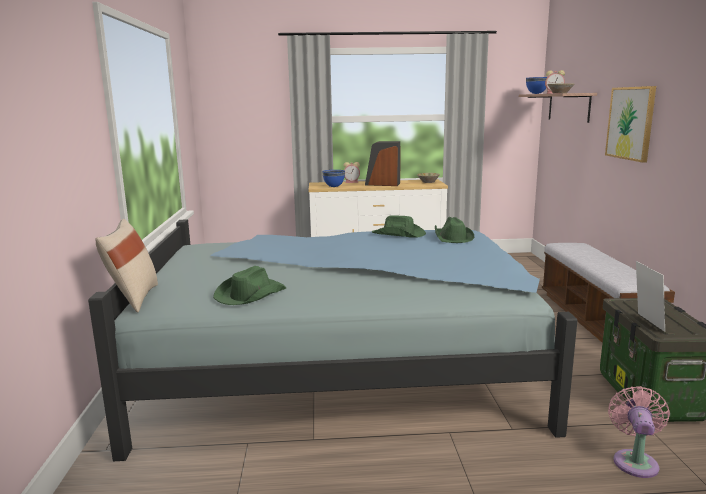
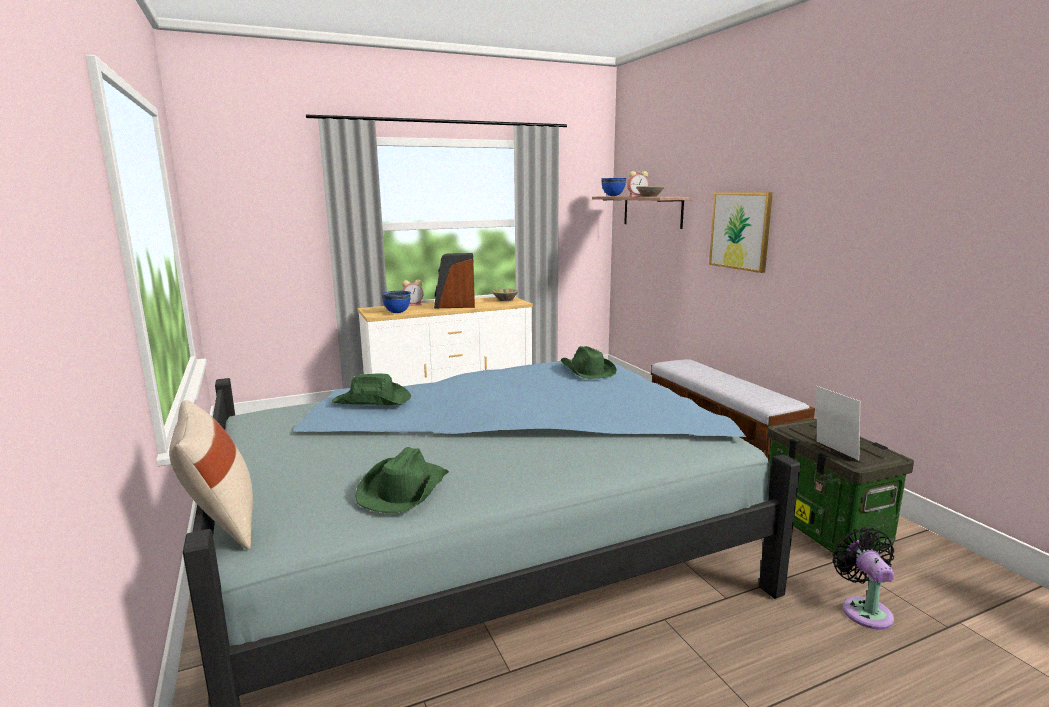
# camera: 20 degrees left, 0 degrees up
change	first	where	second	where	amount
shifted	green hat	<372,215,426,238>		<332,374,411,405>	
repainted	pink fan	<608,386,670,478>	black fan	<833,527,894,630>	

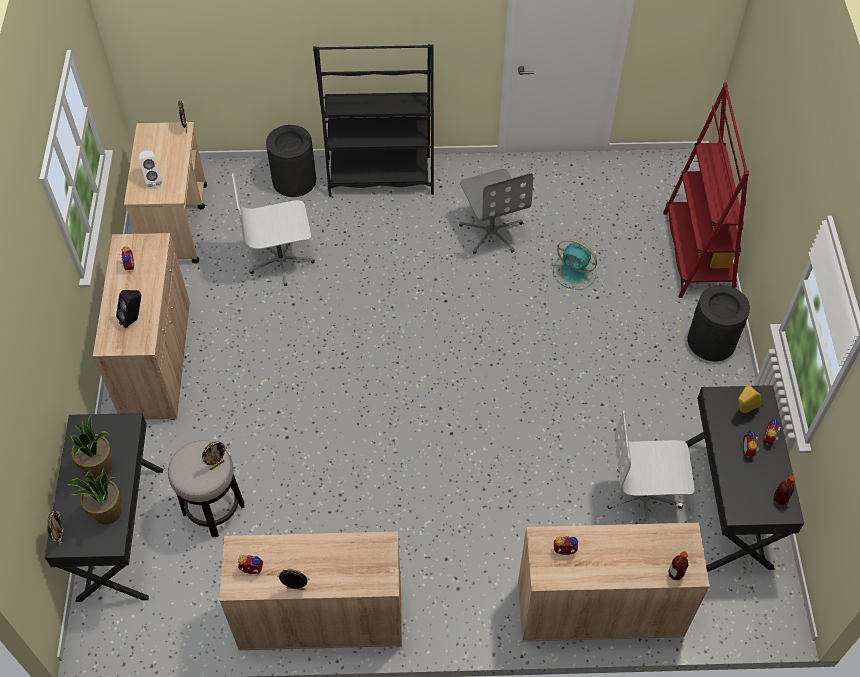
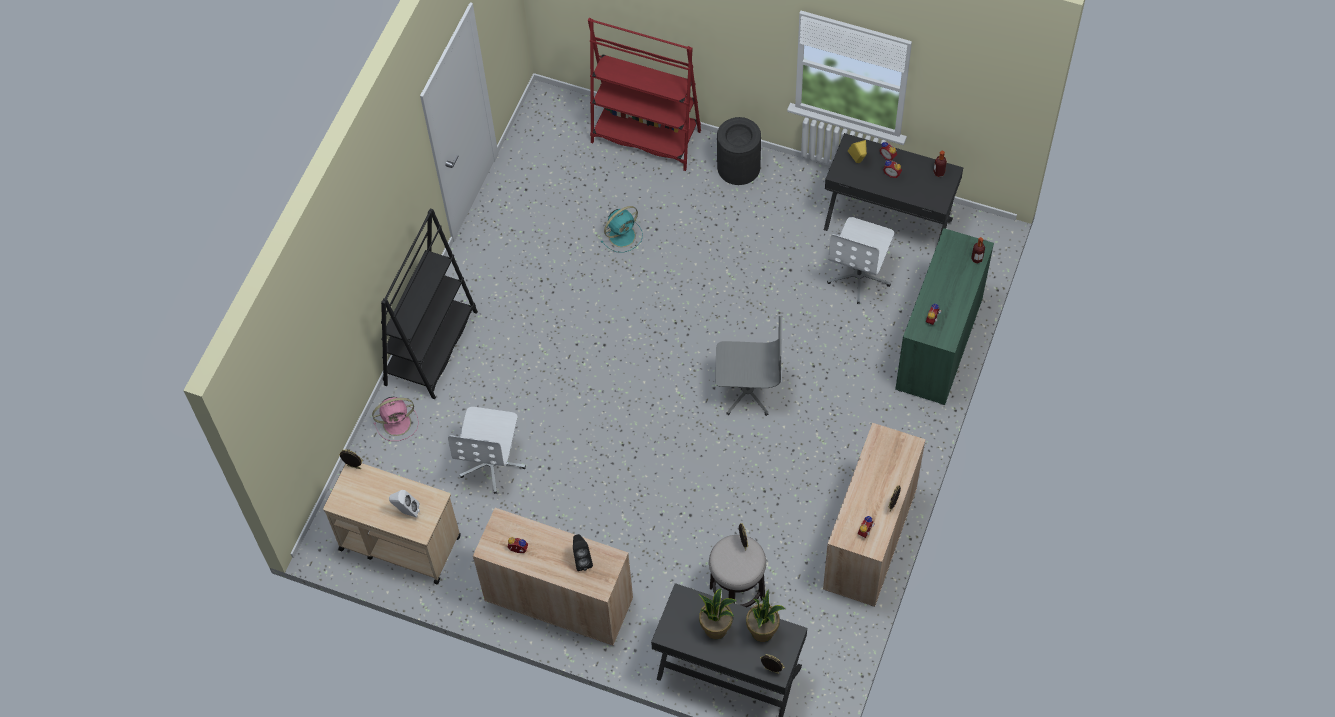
# camera: 65 degrees left, 5 degrees up
change	first	where	second	where	amount
swapped	black trash can	<266,125,316,197>	pink fan	<372,397,419,441>	
shifted	grey office chair	<459,169,533,254>		<715,316,781,416>	
repainted	beige cabinet	<518,523,710,642>	green cabinet	<895,228,994,405>	

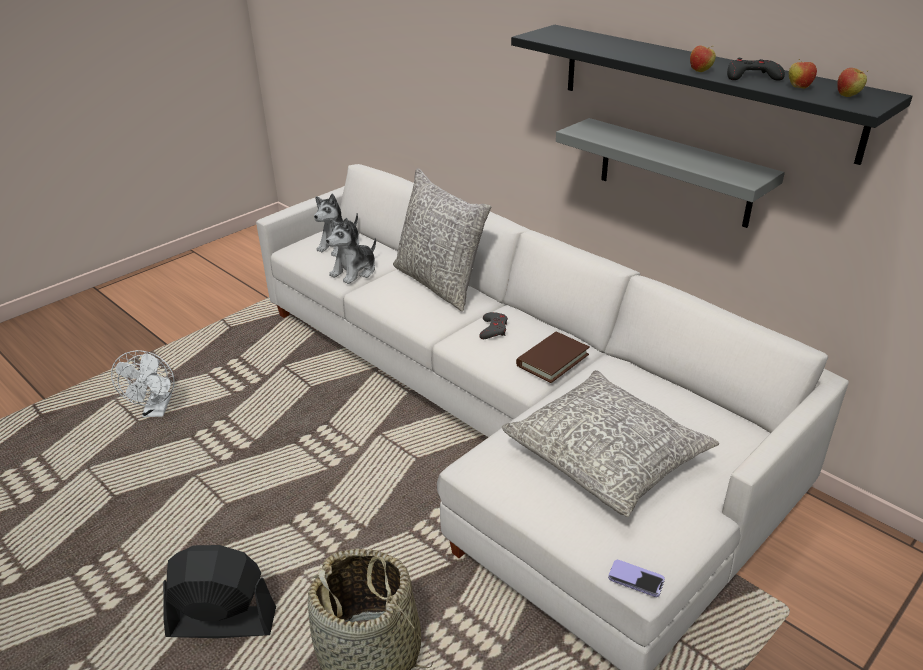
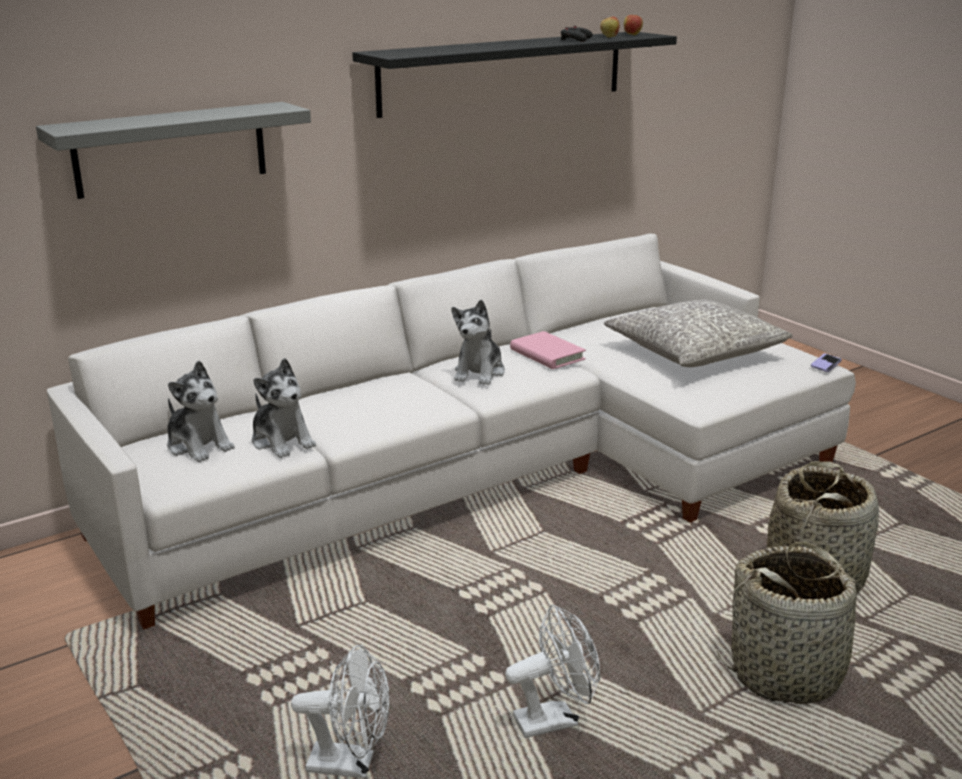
# camera: 80 degrees left, 10 degrees down
change	first	where	second	where	amount
swapped	black fan	<163,545,276,638>	basket	<716,541,880,704>	
gone	grey pillow	<393,168,491,311>			
swapped	grey game controller	<479,312,508,339>	plush toy	<451,299,505,385>	
repainted	brown book	<516,332,590,383>	pink book	<510,331,586,369>	
shifted	grey shelf	<556,118,785,228>		<36,102,311,199>	
gone	apple	<690,45,716,72>			
new			white fan	<505,605,600,738>	

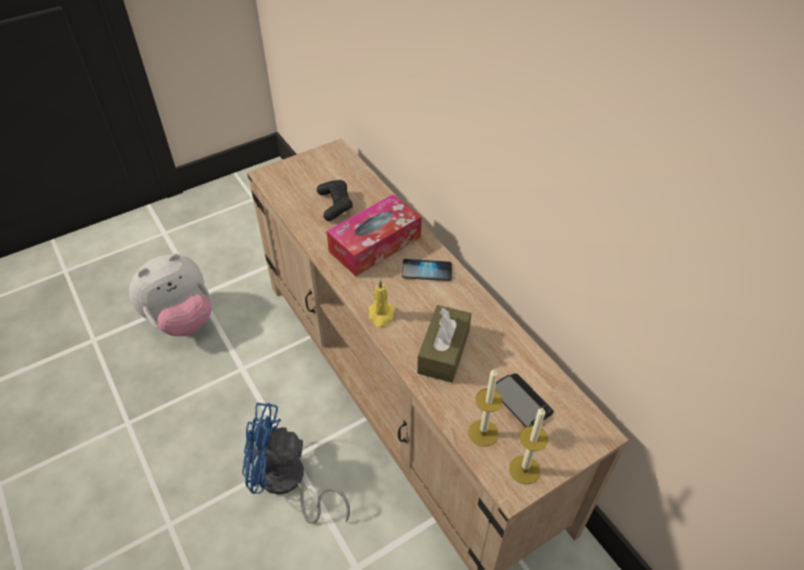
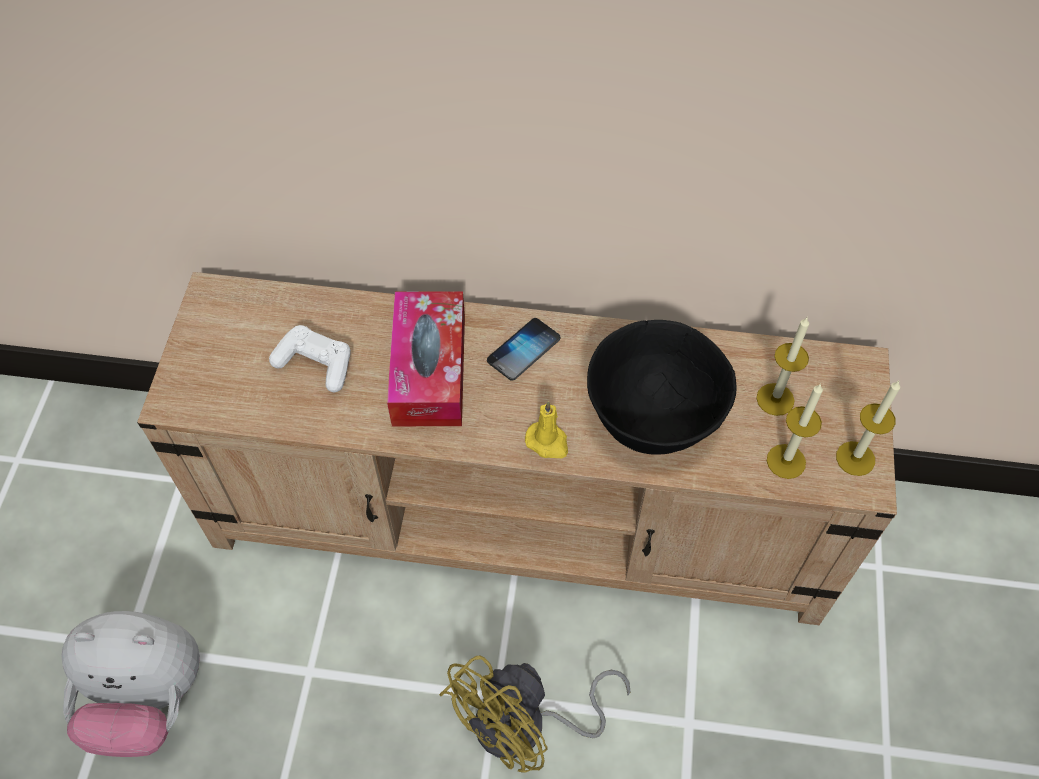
# camera: 50 degrees left, 10 degrees up
change	first	where	second	where	amount
rotated	plush toy	<129,253,212,336>		<61,611,200,757>	90 degrees clockwise
repainted	blue fan	<242,403,350,524>	yellow fan	<439,656,631,773>	
repainted	black game controller	<317,180,353,221>	white game controller	<269,325,351,392>	
swapped	brown tissue box	<417,305,471,383>	black bowl	<587,320,736,455>	
swapped	phone	<495,373,554,427>	candle	<756,318,809,416>	

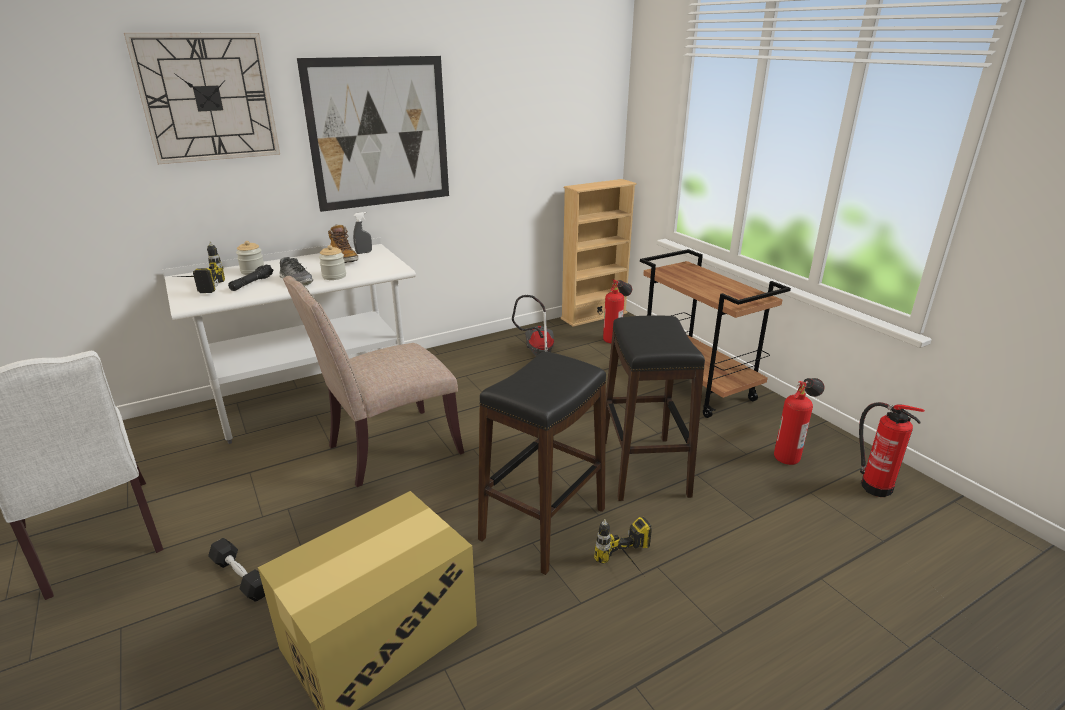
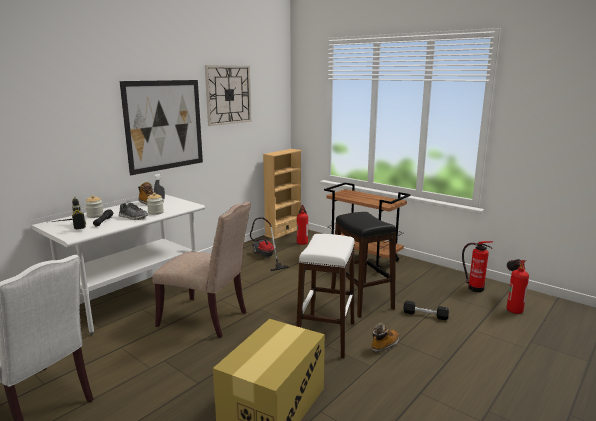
# camera: 20 degrees left, 10 degrees down
change	first	where	second	where	amount
shifted	wall clock	<124,33,280,164>		<205,65,251,126>	
shifted	black dumbbell	<208,538,265,602>		<403,301,449,320>	
rotated	beige chair	<283,276,464,487>		<152,201,251,338>	105 degrees counterclockwise
repainted	black stool	<478,351,606,575>	white stool	<296,234,355,358>	
swapped	power drill	<594,517,652,573>	boot	<371,323,399,353>	
shifted	fire extinguisher	<774,378,824,465>		<507,259,529,314>	

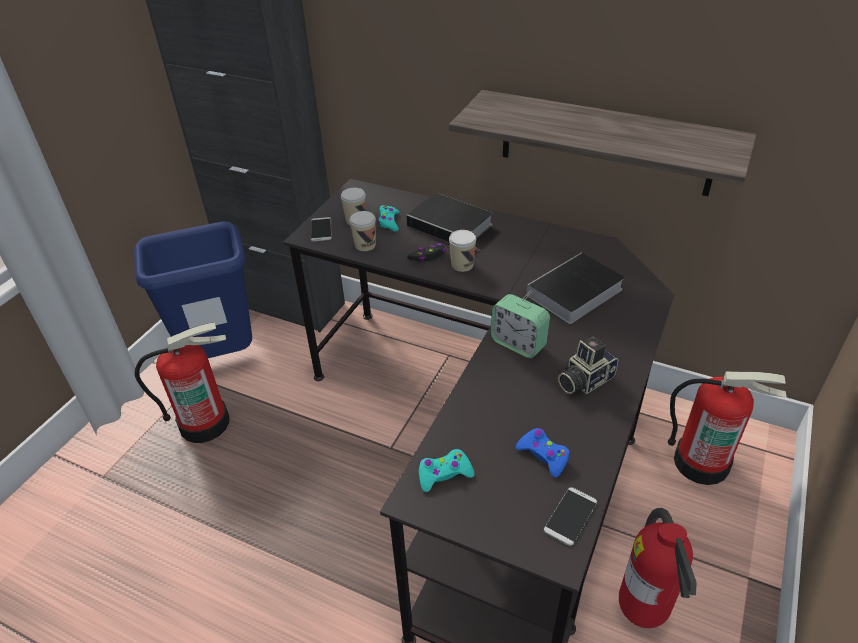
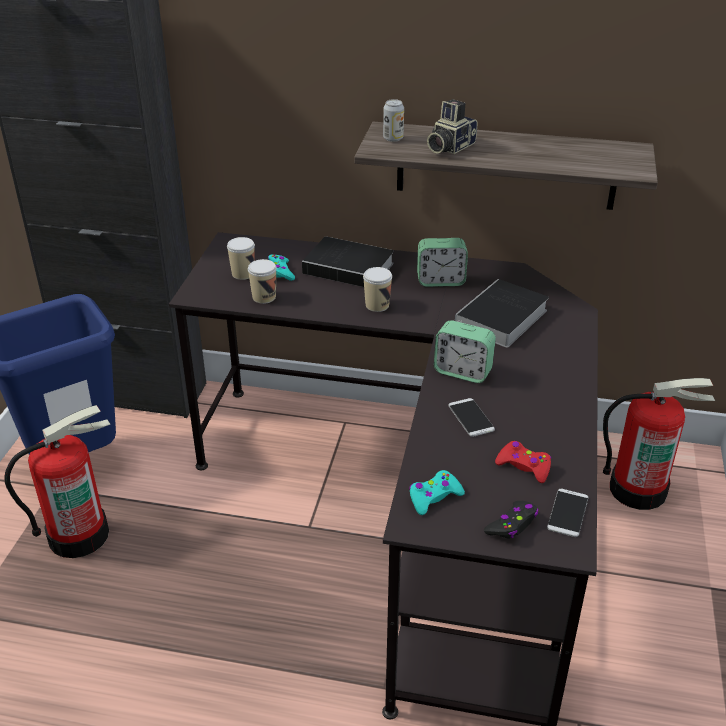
# camera: 15 degrees left, 5 degrees down
change	first	where	second	where	amount
shifted	phone	<311,217,332,242>		<449,398,495,437>	
shifted	black game controller	<407,243,446,262>		<484,501,538,539>	
repainted	blue game controller	<516,428,570,478>	red game controller	<495,441,551,483>	
shifted	photo camera	<558,336,618,394>		<427,99,477,154>	
gone	fire extinguisher	<619,508,697,628>			
new			can	<383,99,404,142>	
new			alarm clock	<417,238,468,287>	

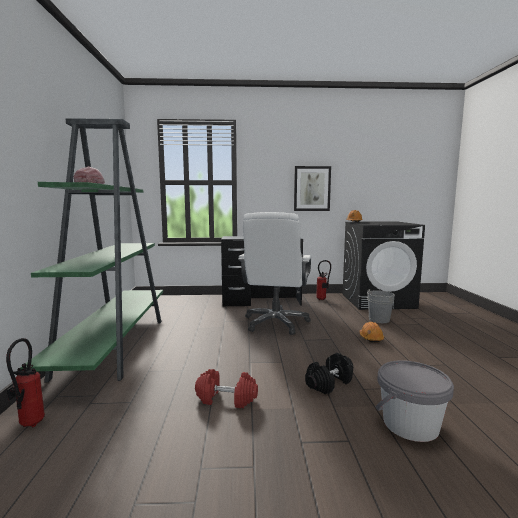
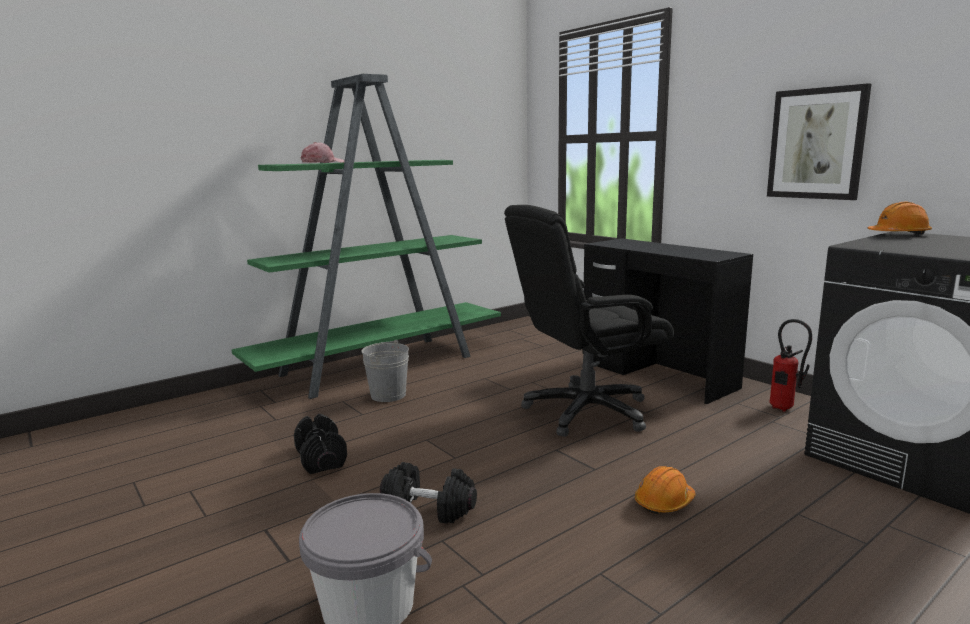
# camera: 55 degrees right, 5 degrees up
change	first	where	second	where	amount
gone	fire extinguisher	<6,338,45,427>			
repainted	red dumbbell	<195,369,258,408>	black dumbbell	<294,414,347,474>	
repainted	white office chair	<238,212,311,335>	black office chair	<504,205,674,437>	
shifted	grey bucket	<367,289,395,323>		<361,340,409,402>	

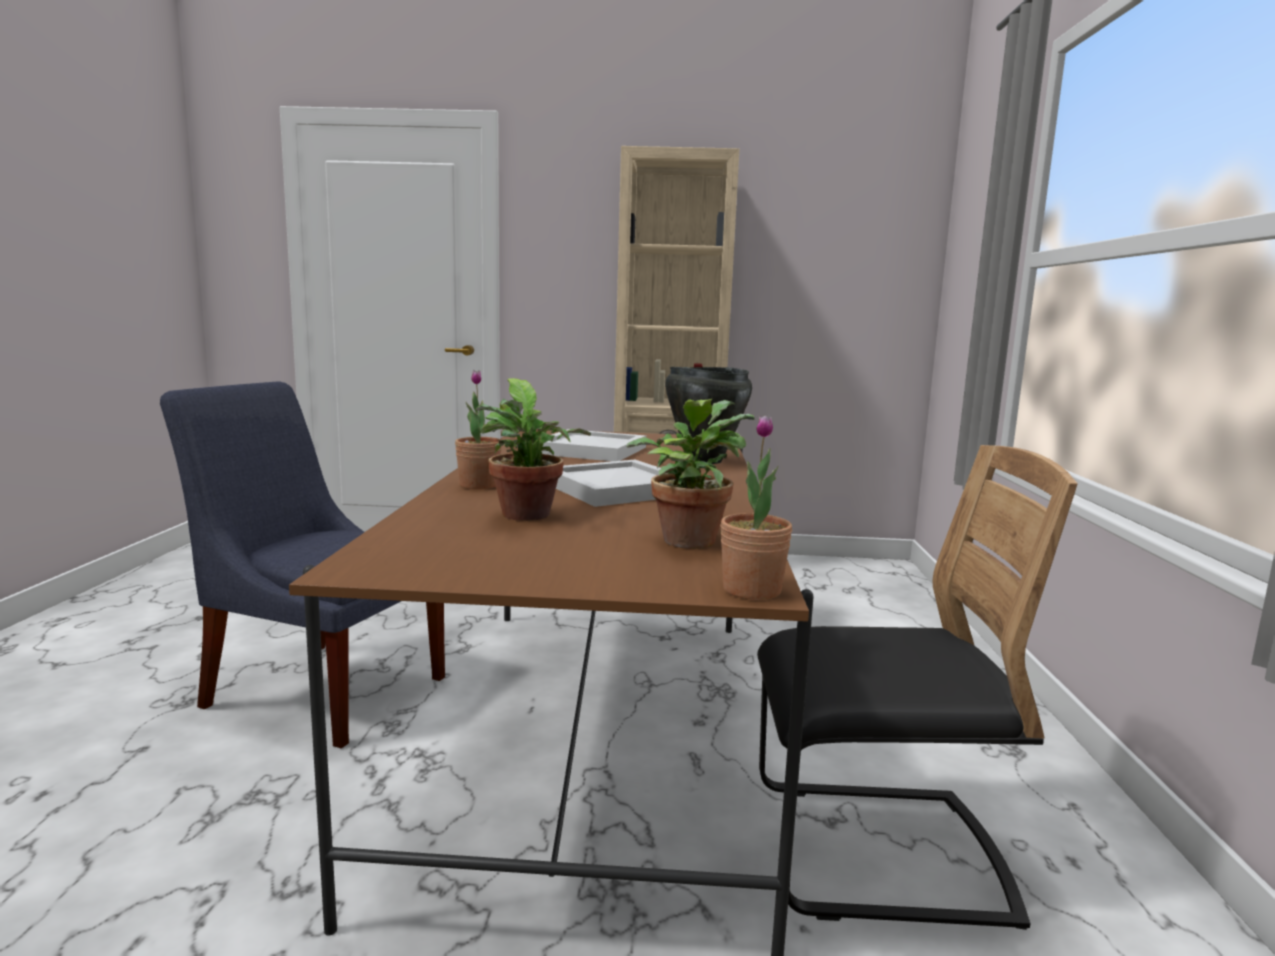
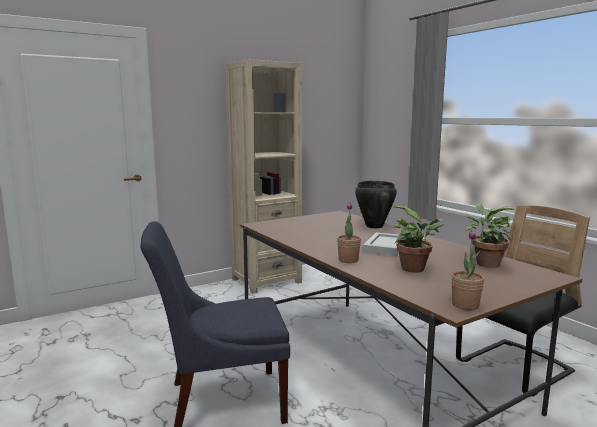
# camera: 35 degrees left, 0 degrees up
change	first	where	second	where	amount
gone	white tray	<542,429,646,461>			
shifted	potted plant	<720,415,792,600>		<451,230,484,310>	

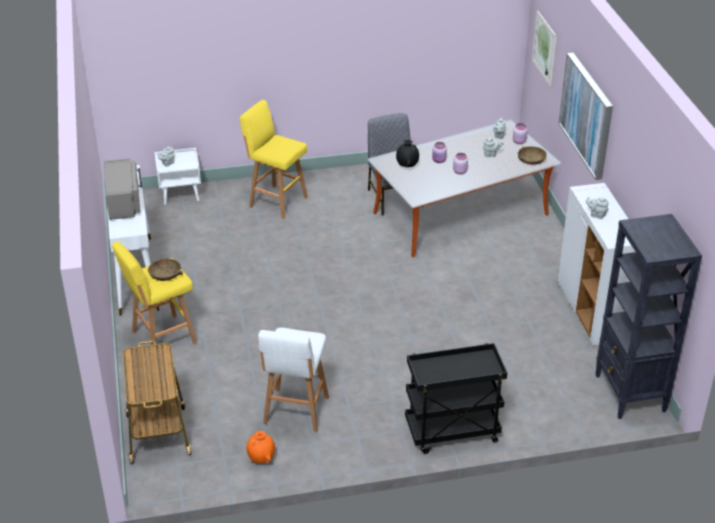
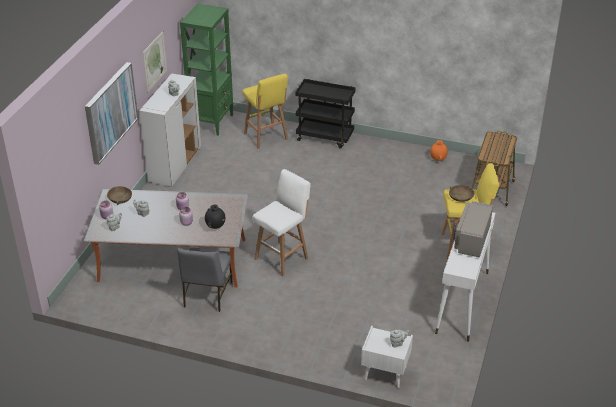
# camera: 150 degrees left, 0 degrees up
change	first	where	second	where	amount
shifted	yellow stool	<239,100,308,219>		<243,74,288,149>	
shifted	white stool	<258,328,329,432>		<252,169,310,277>	
shifted	picture	<532,11,556,86>		<143,31,167,92>	
repainted	black bookcase	<595,214,702,419>	green bookcase	<180,4,234,136>	

